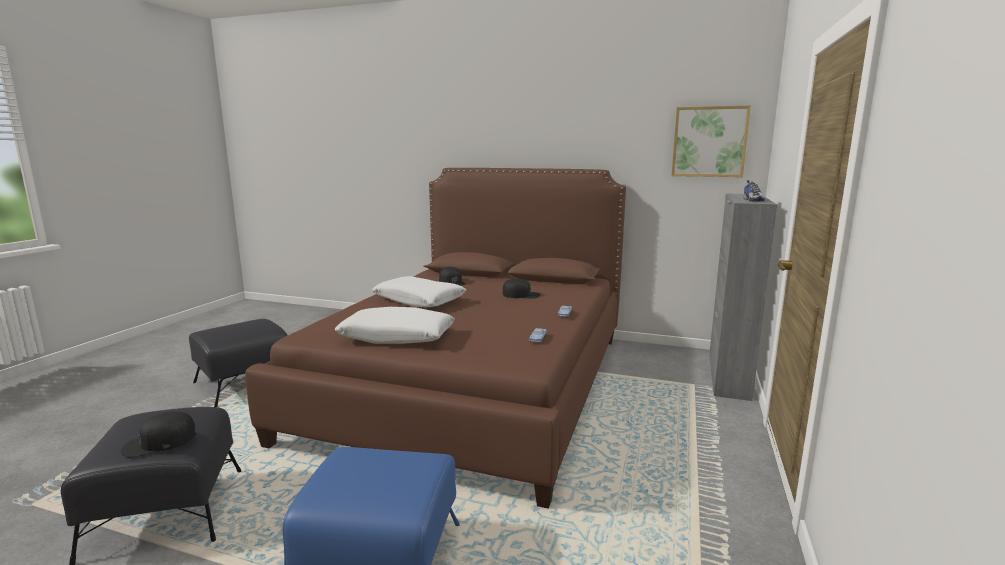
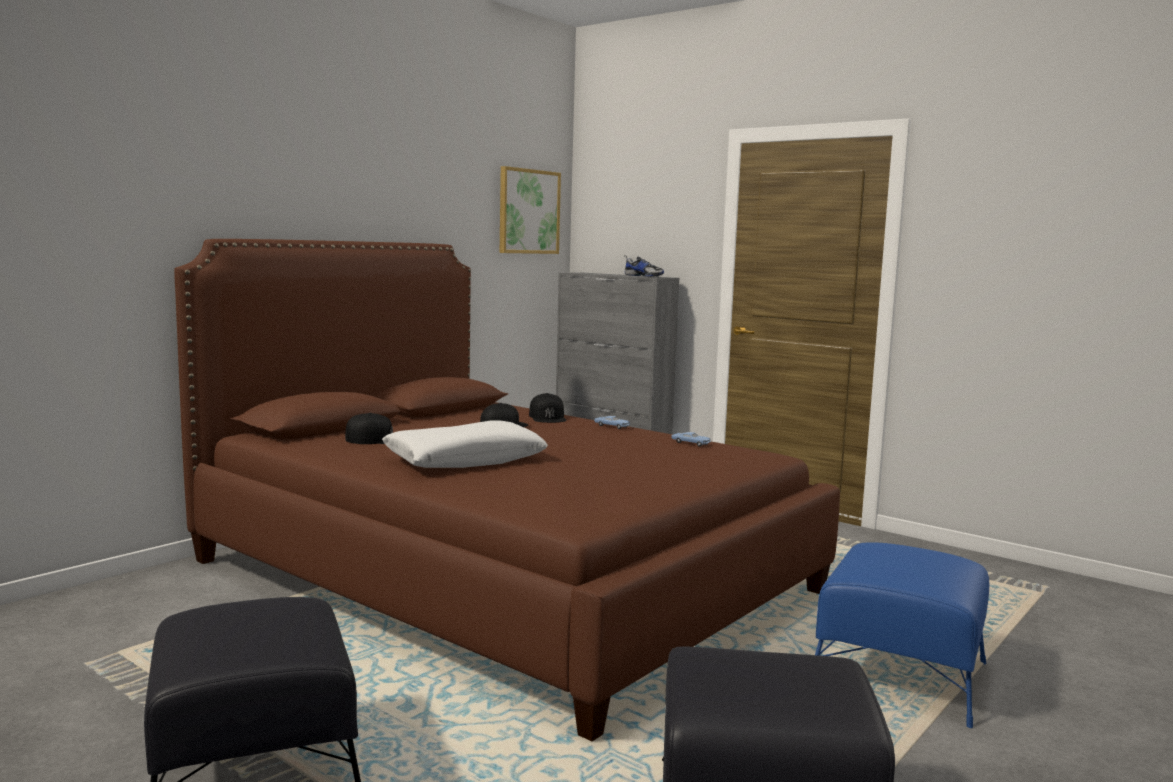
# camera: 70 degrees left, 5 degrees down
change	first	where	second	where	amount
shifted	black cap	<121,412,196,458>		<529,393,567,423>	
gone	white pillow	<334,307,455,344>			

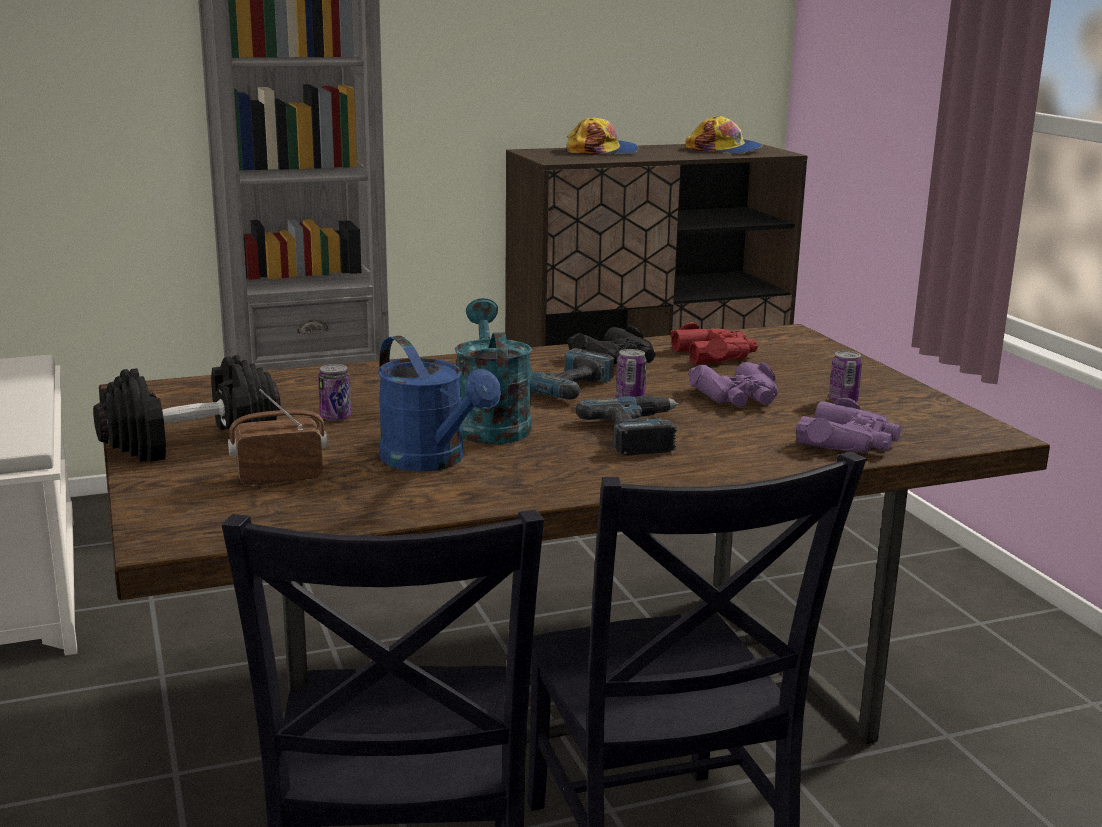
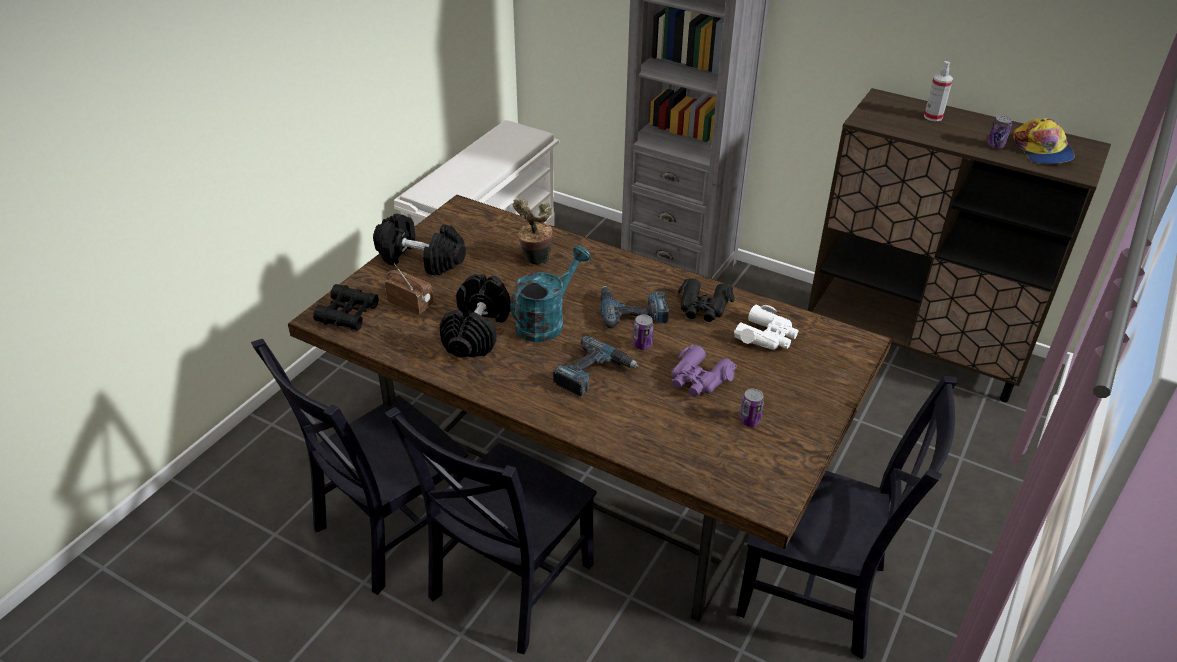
# camera: 50 degrees right, 20 degrees up
change	first	where	second	where	amount
shifted	can	<318,364,351,421>		<987,115,1012,148>	
swapped	blue watering can	<378,336,501,471>	black dumbbell	<439,274,511,357>	
swapped	cap	<566,117,639,155>	spray bottle	<924,61,953,121>	
repainted	red binoculars	<670,322,758,364>	white binoculars	<734,305,799,350>	
gone	purple binoculars	<796,397,901,453>			
new			black binoculars	<313,284,379,331>	
new			potted plant	<513,199,552,265>	
new			black chair	<736,376,958,659>	

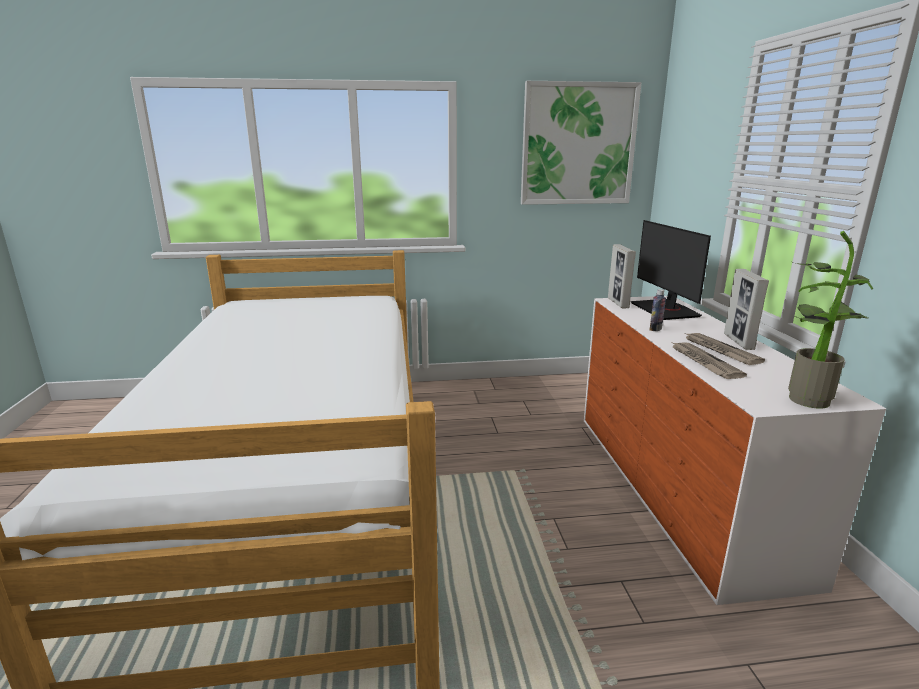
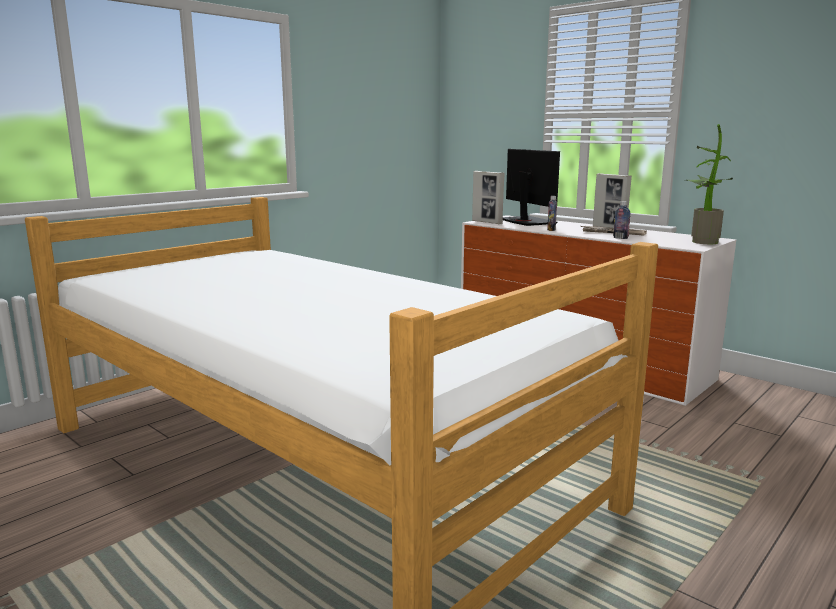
# camera: 40 degrees left, 5 degrees down
change	first	where	second	where	amount
gone	picture	<521,81,642,205>			
rotated	monitor	<631,220,711,320>		<503,149,560,226>	150 degrees counterclockwise
swapped	newspaper	<670,341,747,379>	bottle	<613,201,631,239>	

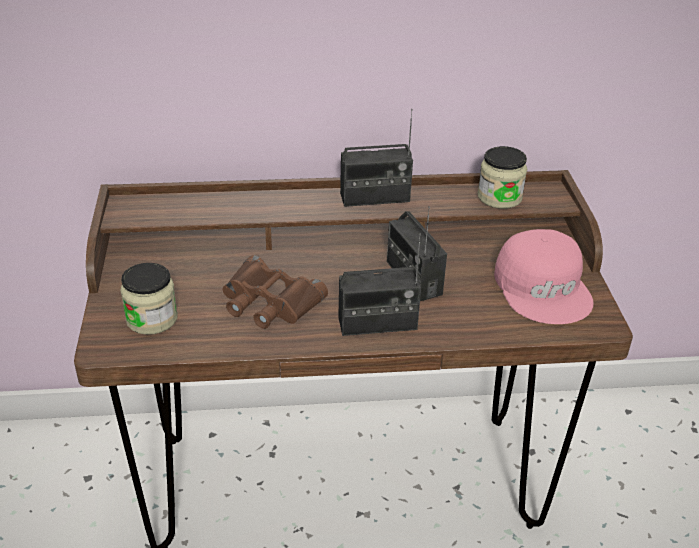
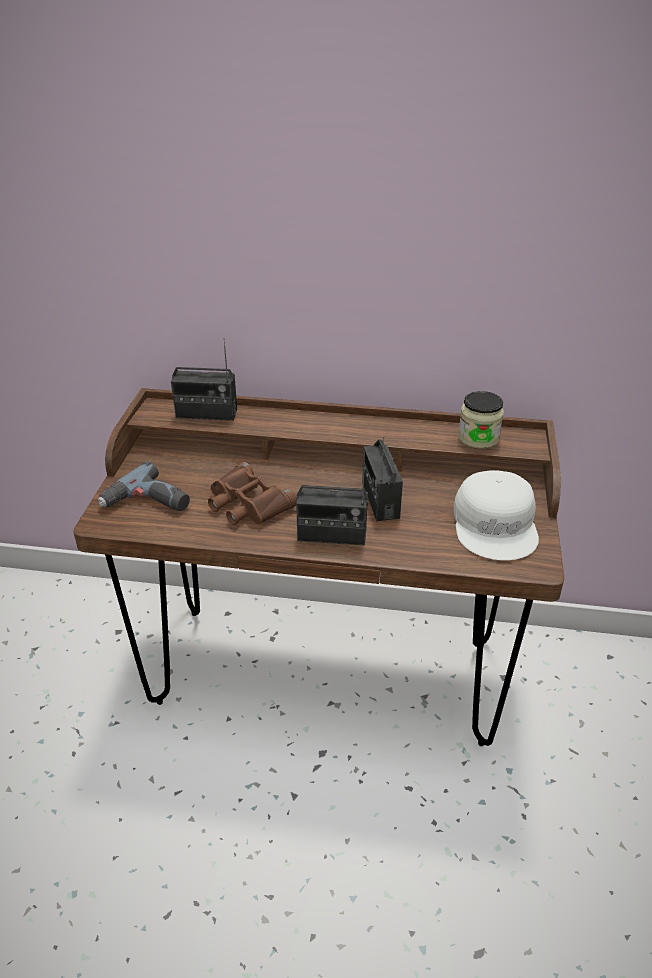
# camera: 15 degrees right, 0 degrees up
change	first	where	second	where	amount
swapped	jar	<120,263,178,335>	power drill	<98,461,190,511>	
shifted	radio	<340,109,413,207>		<171,338,237,421>	
repainted	pink cap	<494,229,594,324>	white cap	<454,470,539,560>	

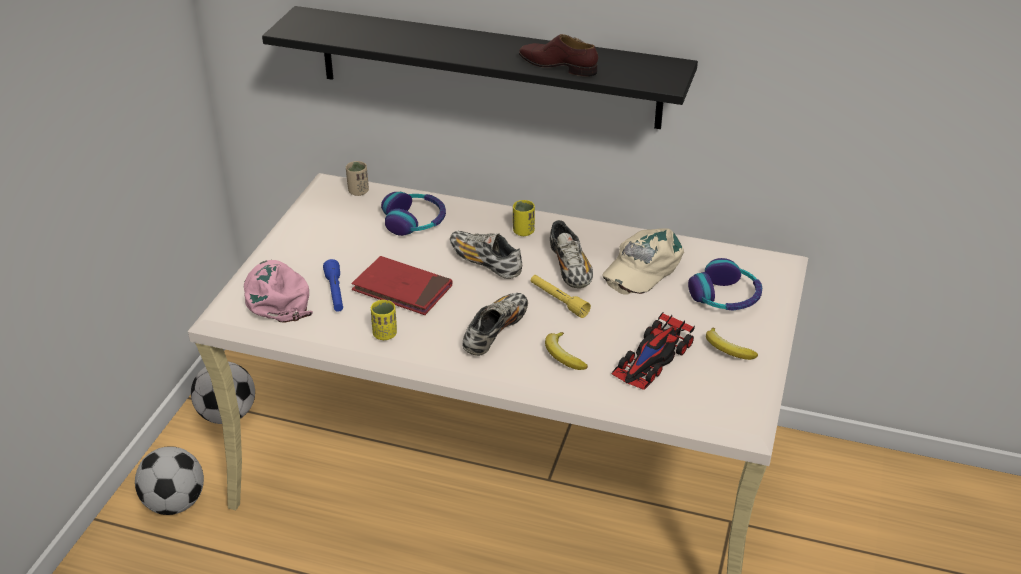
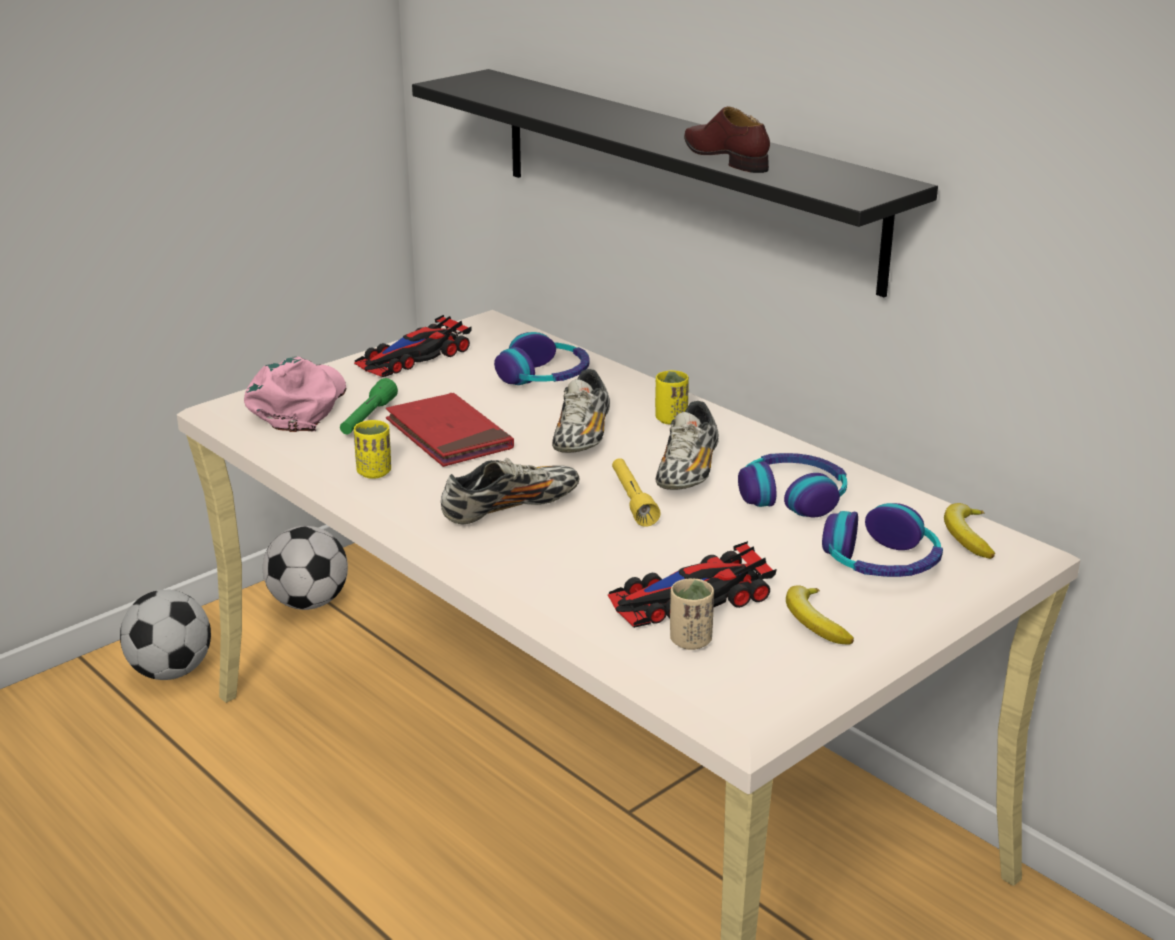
# camera: 30 degrees right, 10 degrees down
change	first	where	second	where	amount
repainted	blue flashlight	<323,259,343,312>	green flashlight	<340,378,398,434>	
shifted	beige cup	<346,161,369,196>		<670,579,714,650>	
rotated	shoe	<450,231,522,279>		<552,369,610,453>	150 degrees counterclockwise
shifted	banana	<545,332,588,370>		<944,503,995,559>	
swapped	beige cap	<602,228,684,295>	headphones	<738,453,847,517>	
new			toy car	<354,315,472,377>	

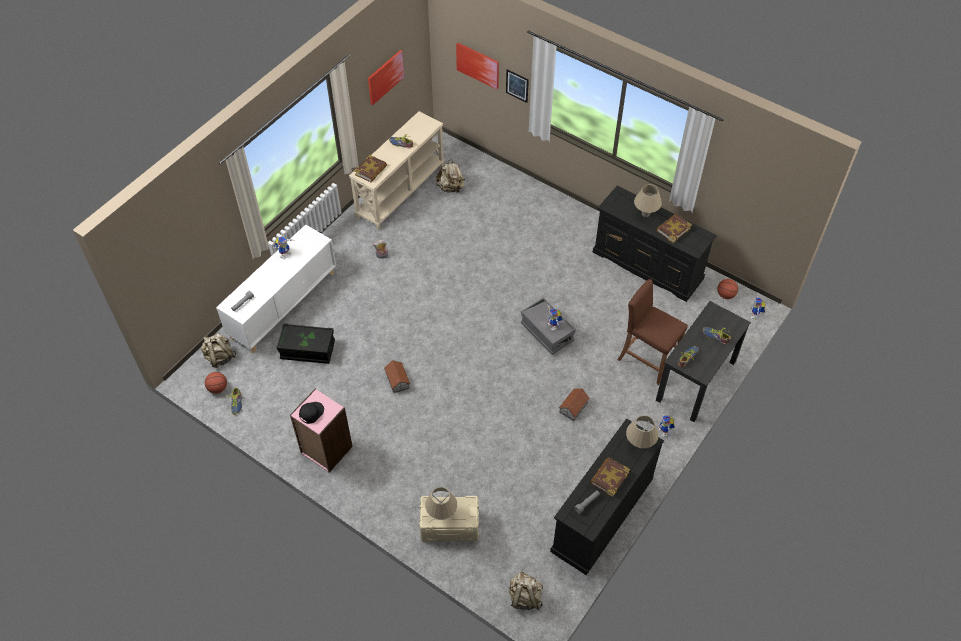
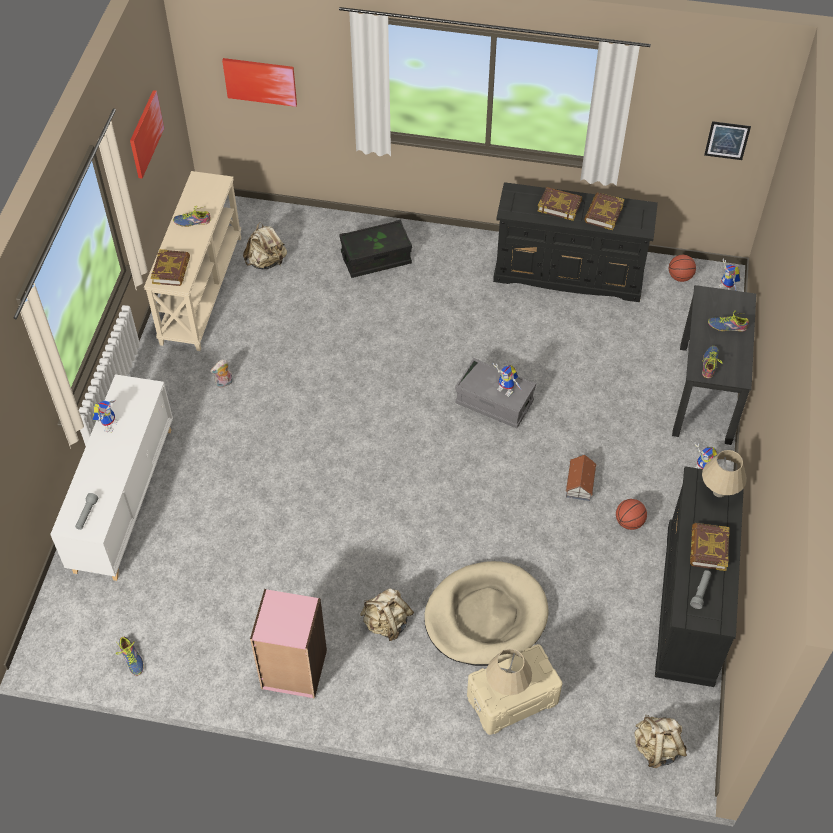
# camera: 25 degrees left, 0 degrees up
change	first	where	second	where	amount
shifted	beige backpack	<201,333,236,368>		<360,588,414,641>	
shifted	basketball	<205,372,227,394>		<616,499,647,530>	
shifted	black storage box	<277,323,335,364>		<339,219,412,278>	
gone	black cap	<299,402,324,424>			
gone	toy house	<384,360,410,393>			
shifted	picture	<506,69,529,103>		<704,121,751,160>	
gone	brown stool	<617,279,688,385>			
swapped	beige table lamp	<634,184,662,217>	book	<537,187,582,221>	
new			beige dog bed	<424,561,548,666>	

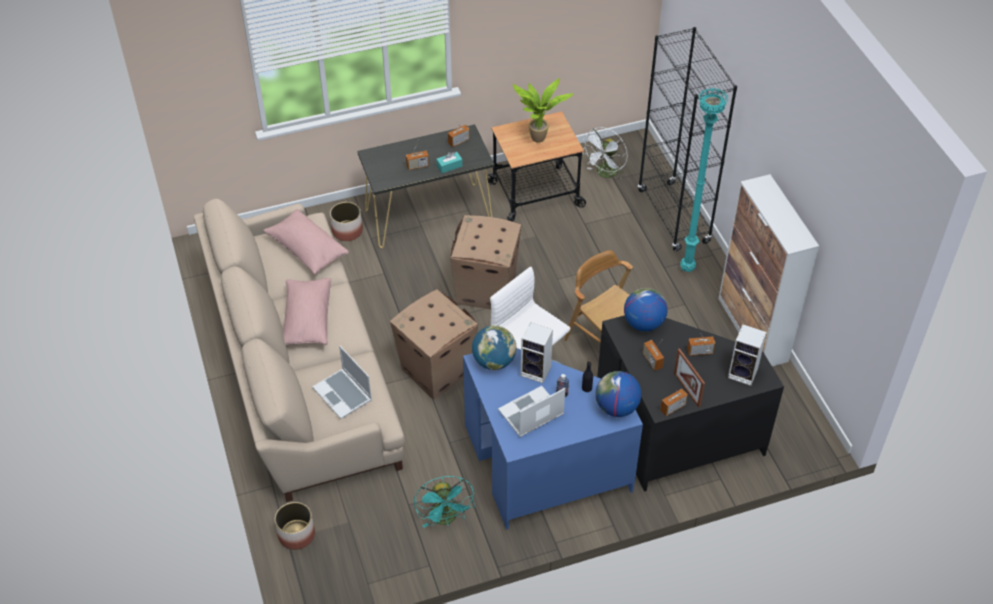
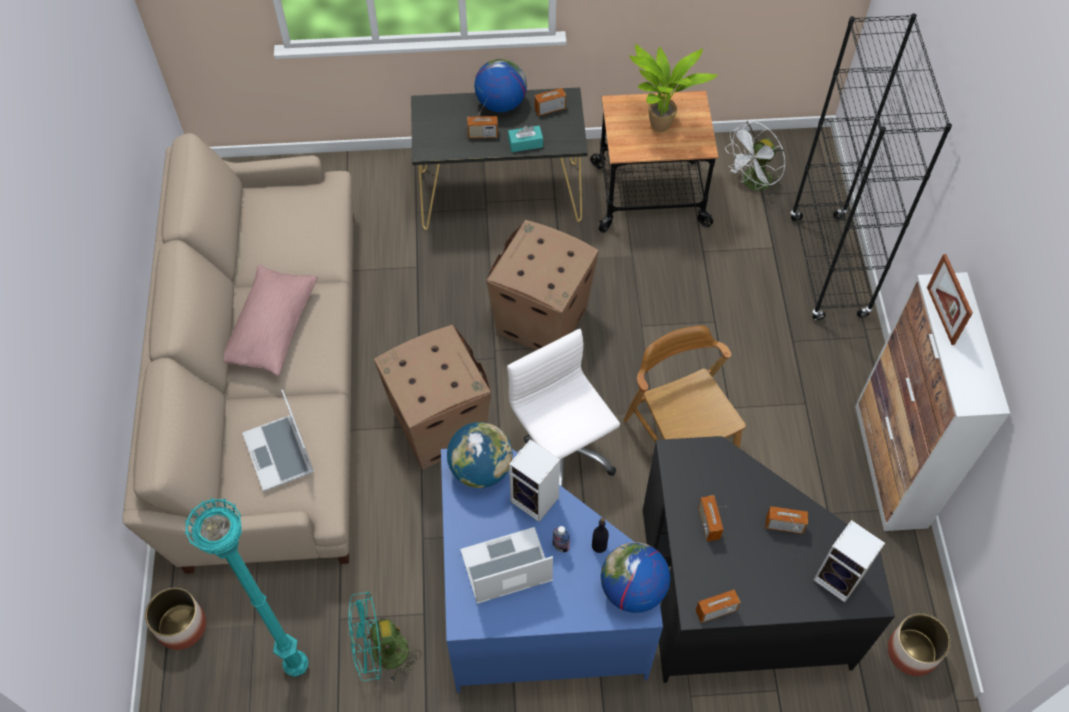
# camera: 15 degrees right, 10 degrees up
change	first	where	second	where	amount
gone	pink pillow	<263,209,349,275>			
shifted	planter	<330,202,363,241>		<888,613,951,676>	
rotated	turquoise fan	<414,476,474,528>		<349,591,421,682>	75 degrees clockwise
shifted	globe	<624,288,668,331>		<474,59,527,113>	
shifted	picture frame	<674,348,705,408>		<927,254,973,345>	
shifted	turquoise floor lamp	<680,88,728,272>		<185,498,308,677>	

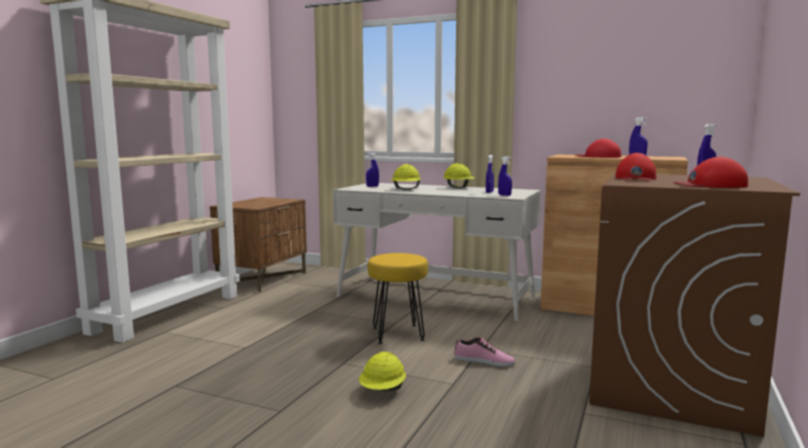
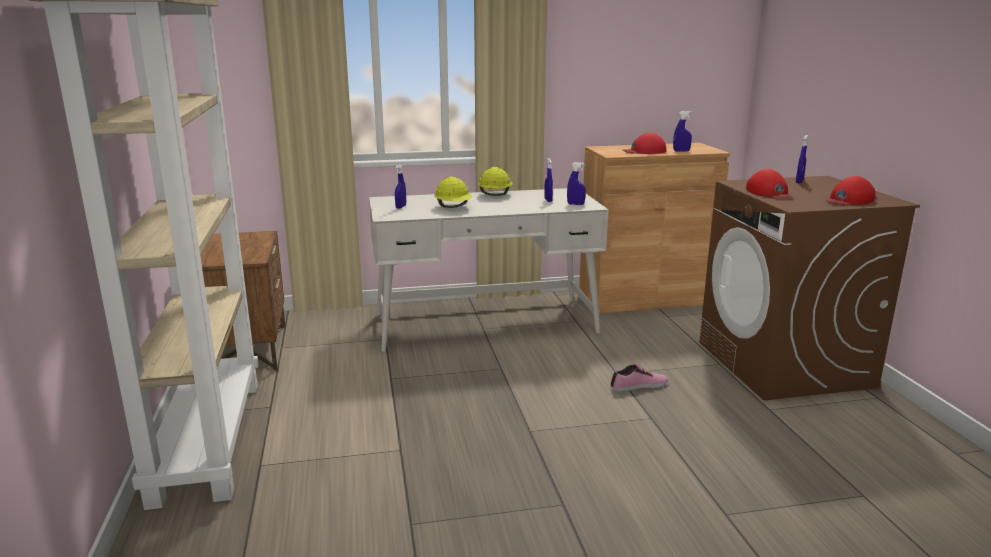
# camera: 35 degrees left, 10 degrees up
change	first	where	second	where	amount
gone	yellow hard hat	<359,352,406,391>			
gone	yellow stool	<368,253,428,344>			

